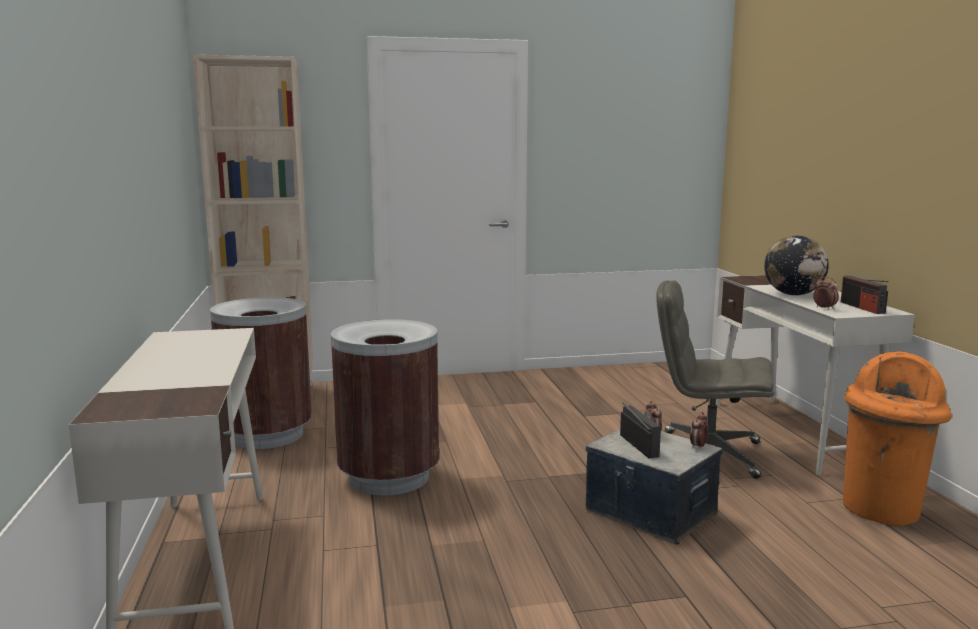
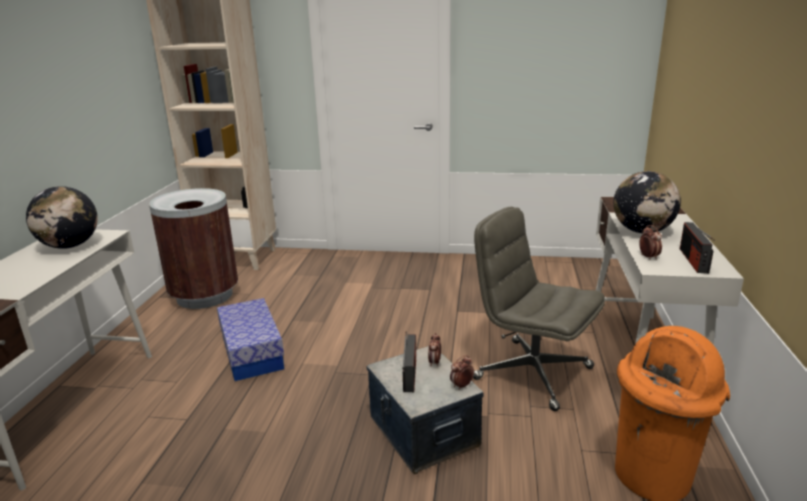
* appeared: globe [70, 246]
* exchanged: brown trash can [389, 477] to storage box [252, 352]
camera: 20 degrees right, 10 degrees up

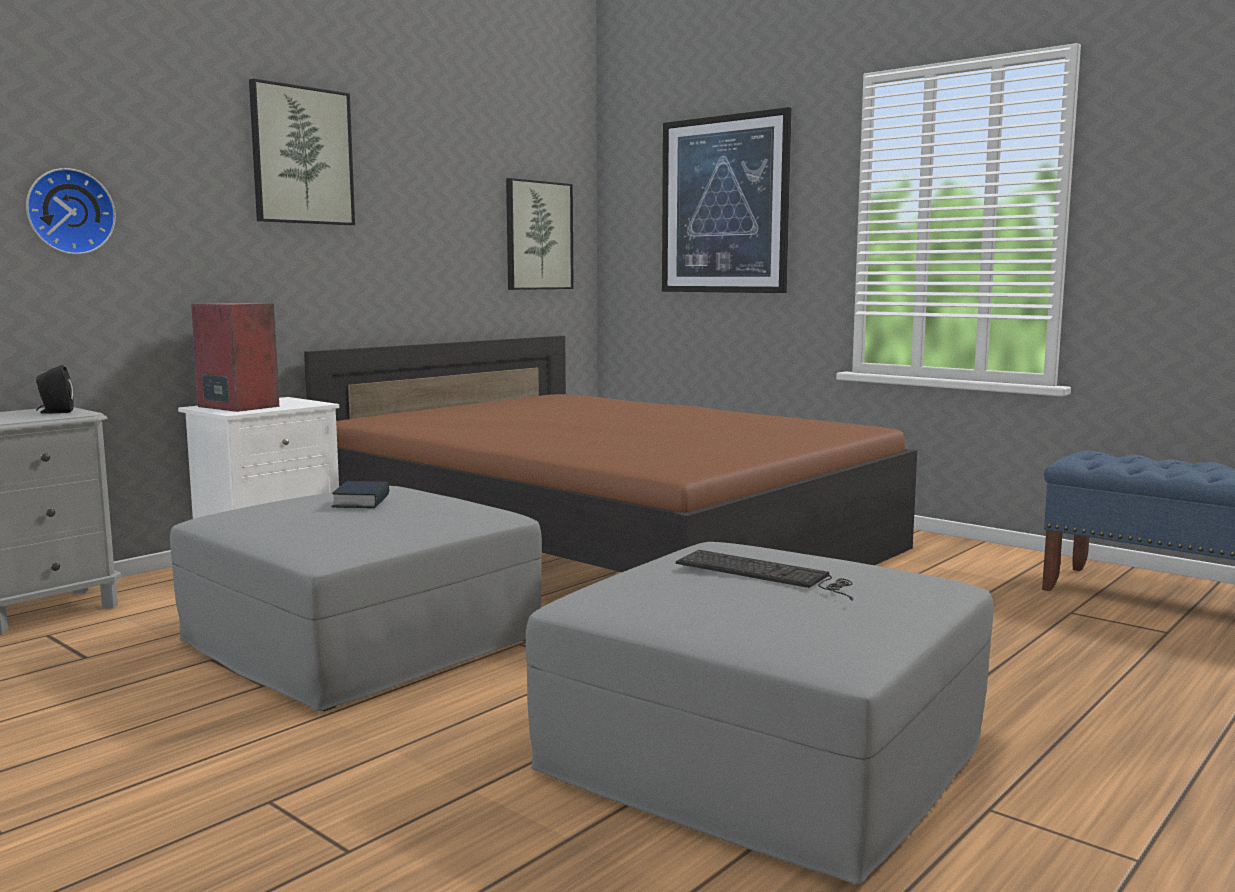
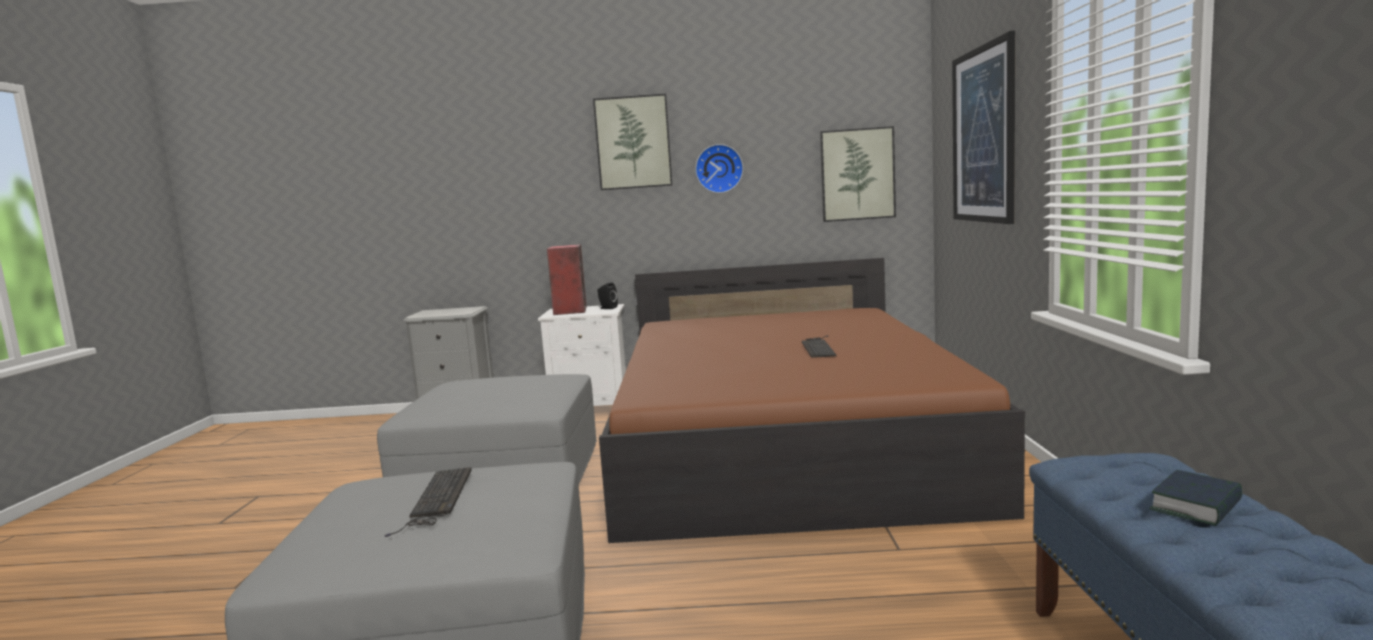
* relocated: black speaker [55, 412] to [607, 308]
* relocated: wall clock [69, 212] to [719, 168]
* appeared: keyboard [818, 347]
* relocated: book [361, 502] to [1196, 506]
camera: 50 degrees right, 0 degrees up

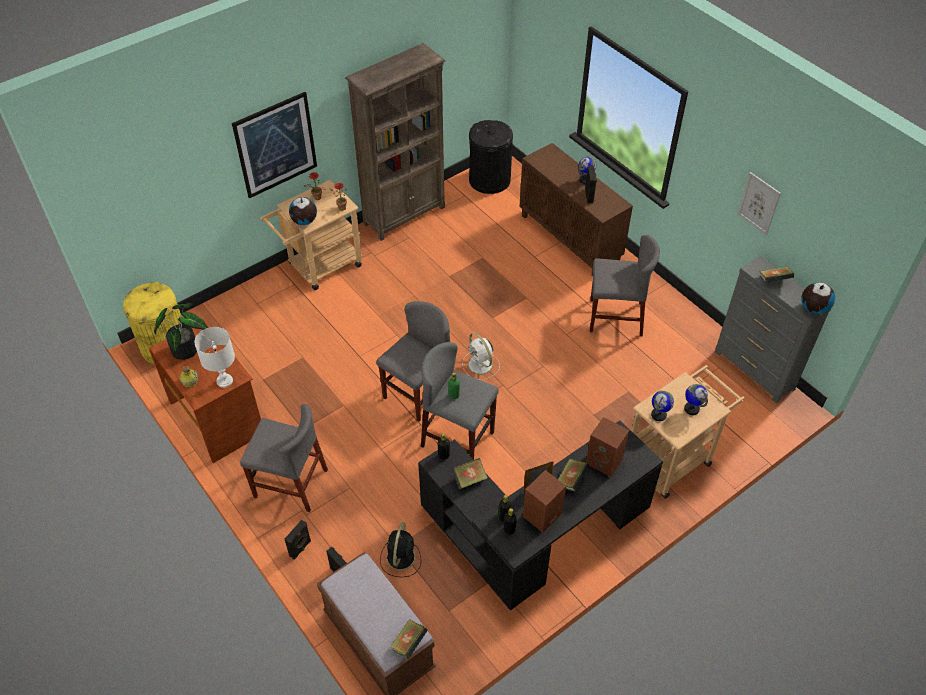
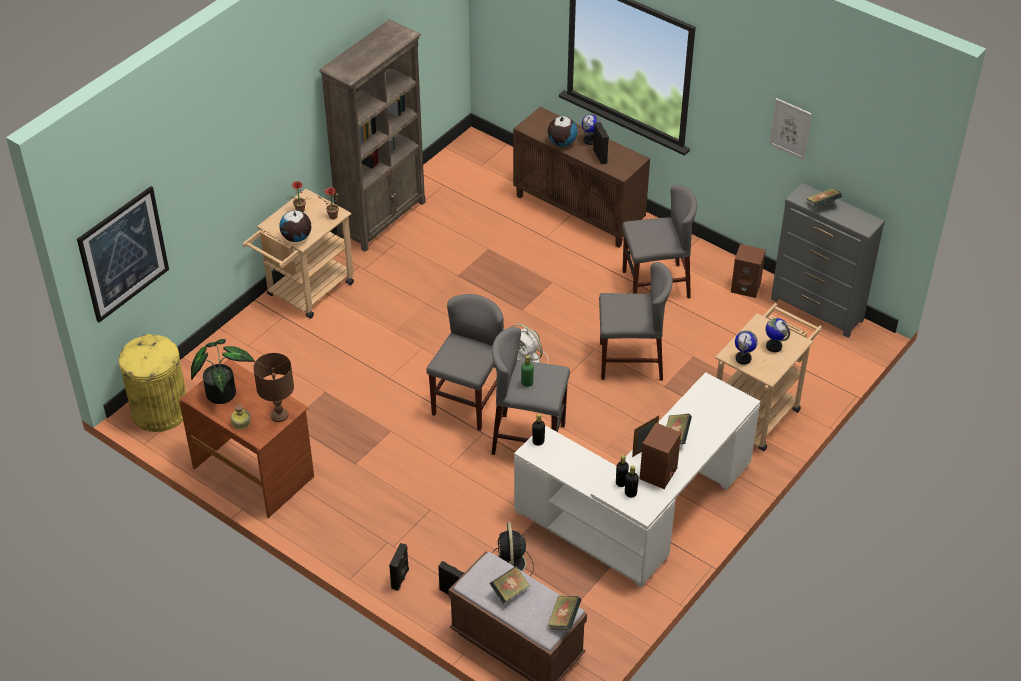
* relocated: picture [275, 145] to [123, 254]
* colour: white table lamp [224, 381] to brown table lamp [279, 415]
* relocated: book [469, 479] to [509, 591]
* colour: black desk [535, 534] to white desk [642, 513]
* relocated: globe [813, 308] to [561, 143]
* relocated: grey chair [290, 483] to [630, 361]
* relocated: brown speaker [605, 461] to [746, 287]
* missing: black trash can [489, 180]
camera: 15 degrees left, 5 degrees down

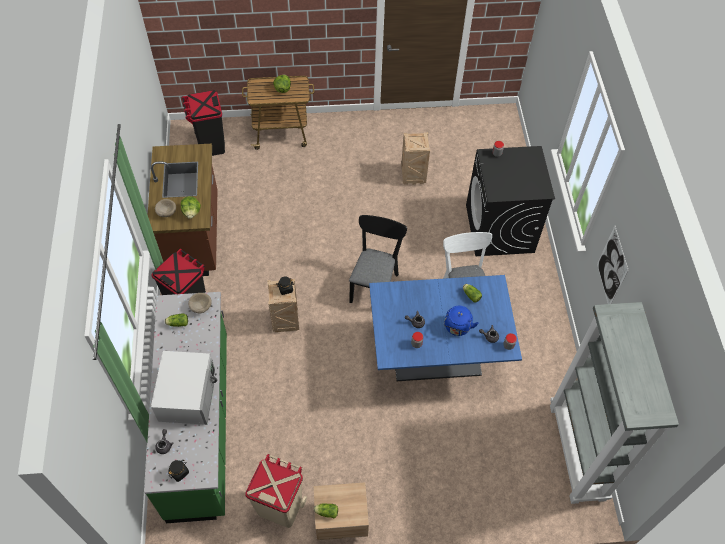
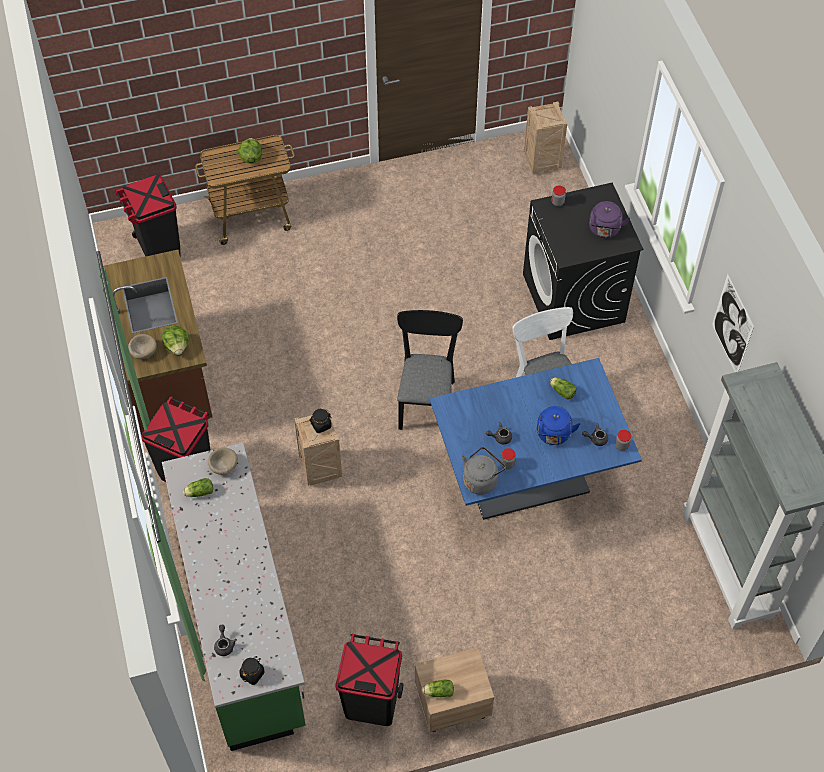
* colour: beige trash can [280, 507] to black trash can [371, 703]
* appeared: grey kettle [481, 479]
* relocated: crate [413, 176] to [542, 162]
* appeared: purple kettle [604, 230]
* missing: white microwave [187, 394]
camera: 10 degrees left, 0 degrees up

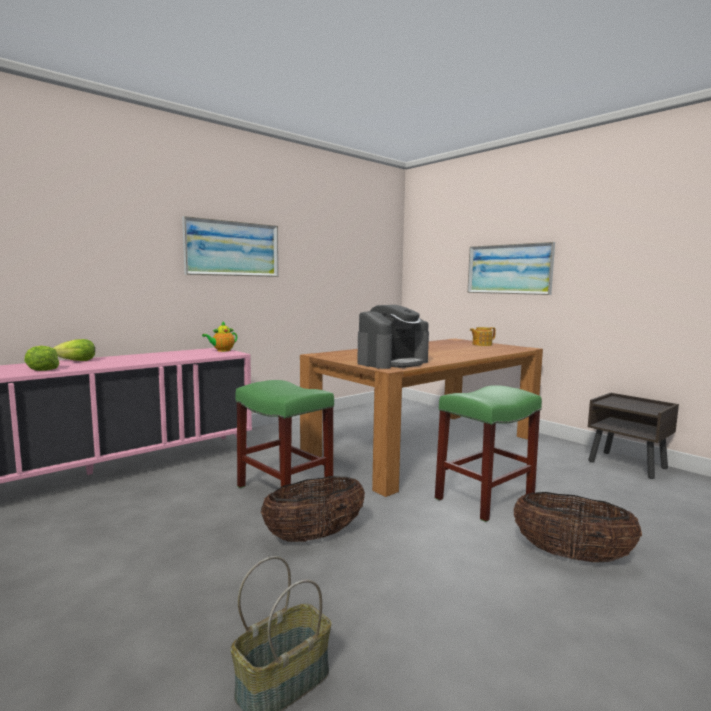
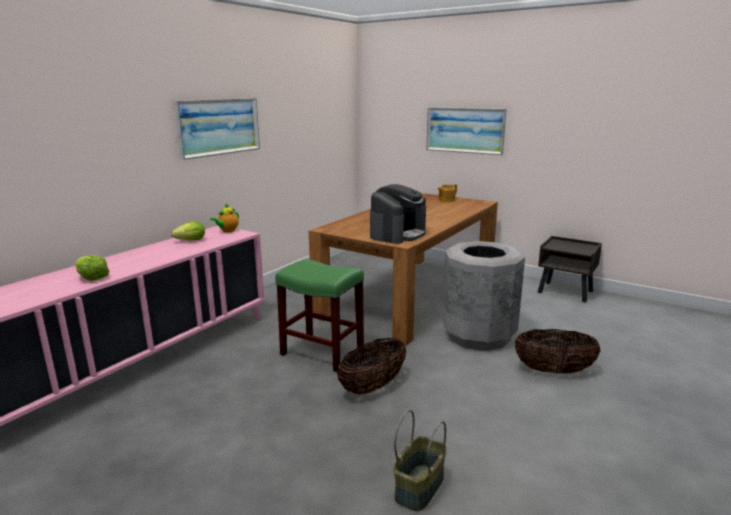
* relocated: lettuce [77, 361] to [191, 240]
* exchanged: green stool [484, 498] to grey trash can [478, 336]
camera: 15 degrees left, 10 degrees up

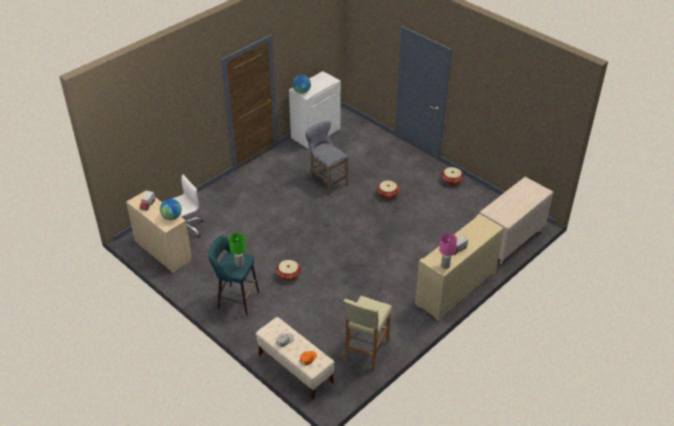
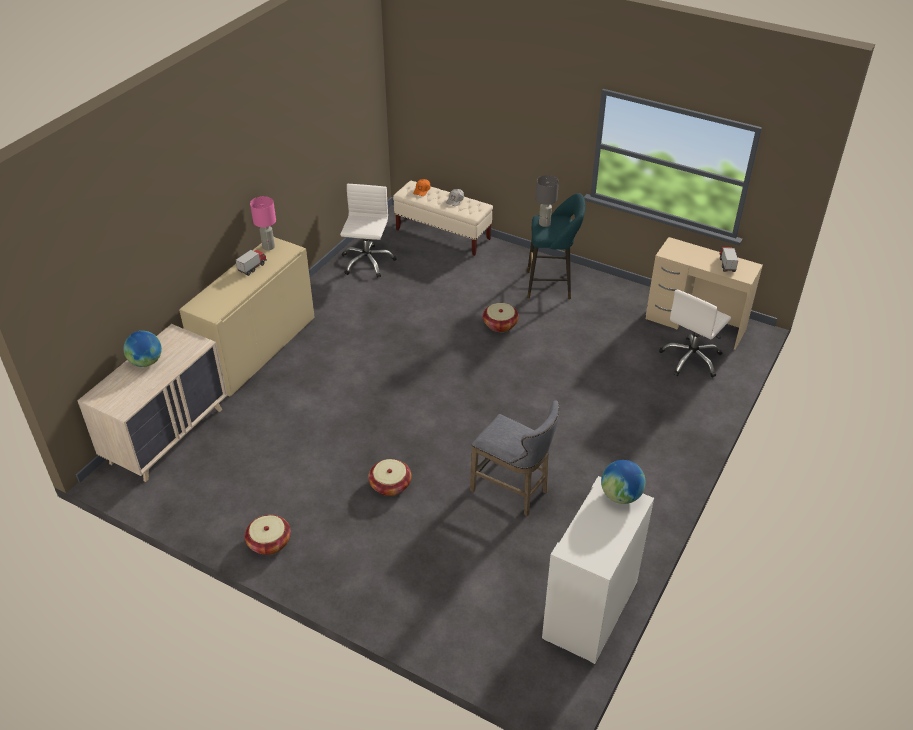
* relocated: globe [172, 217] to [146, 362]
* exchanged: beige stool [366, 351] to white office chair [367, 262]
* colour: green table lamp [239, 264] to grey table lamp [545, 224]
camera: 165 degrees right, 0 degrees up

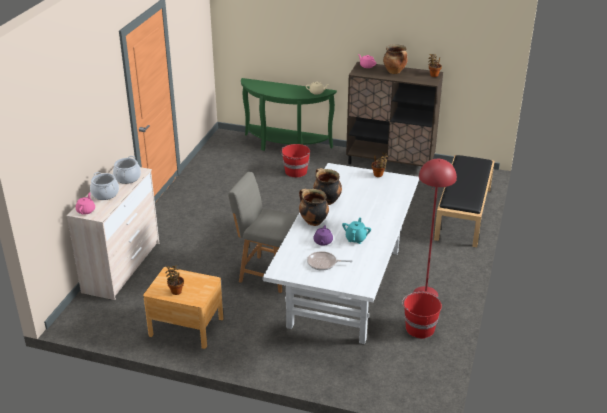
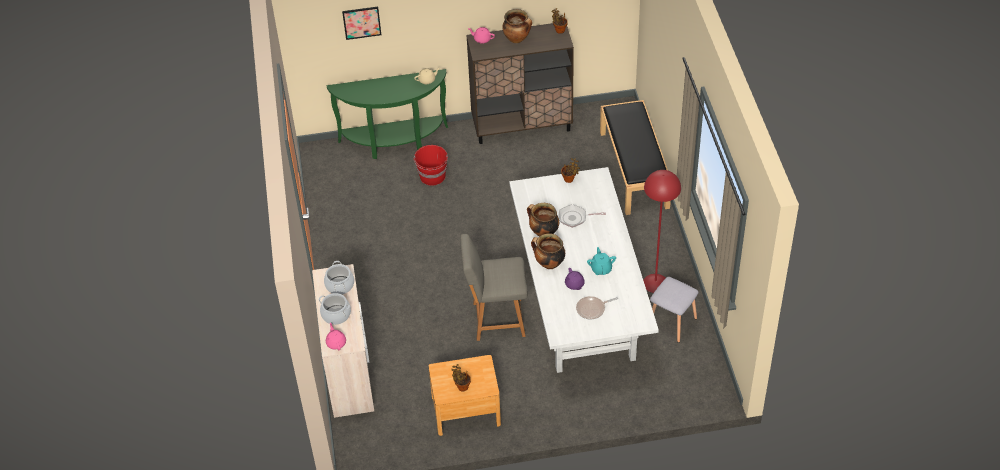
* appeared: picture [361, 22]
* appeared: frying pan [575, 218]
* exchanged: red bucket [419, 328] to grey stool [672, 323]
camera: 25 degrees left, 15 degrees up

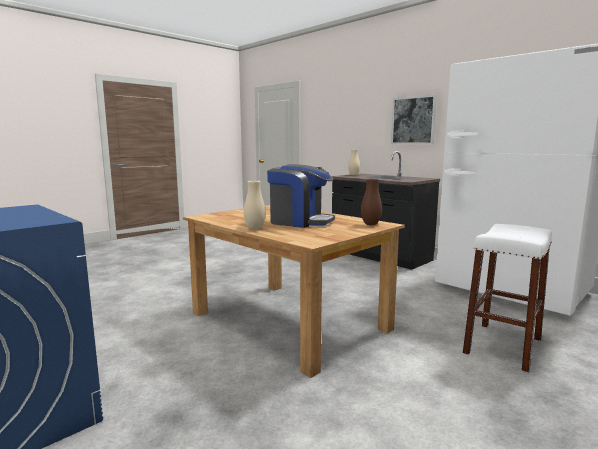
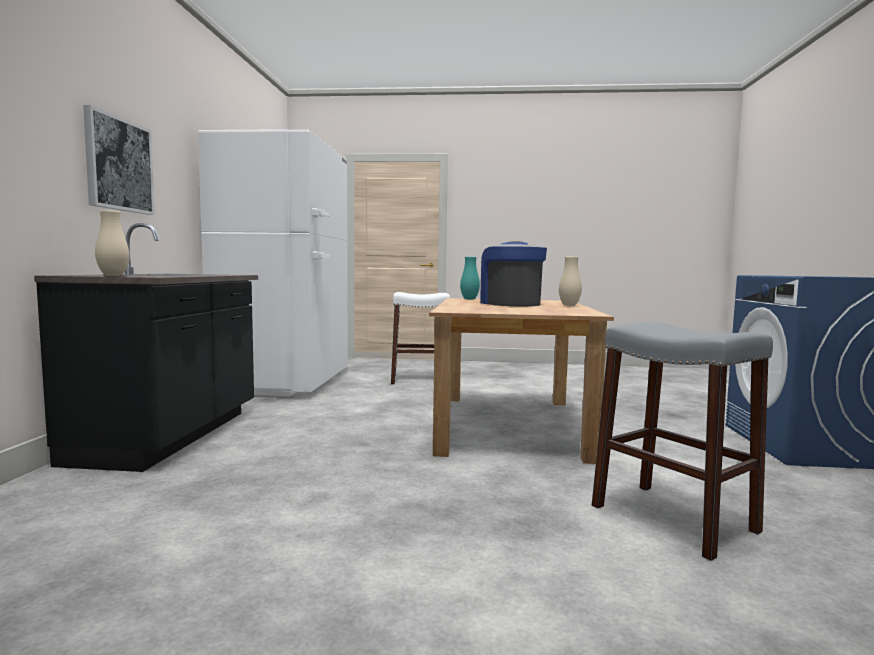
* colour: brown vase [370, 224] to turquoise vase [469, 299]
* appeared: grey stool [673, 518]
camera: 130 degrees left, 5 degrees down

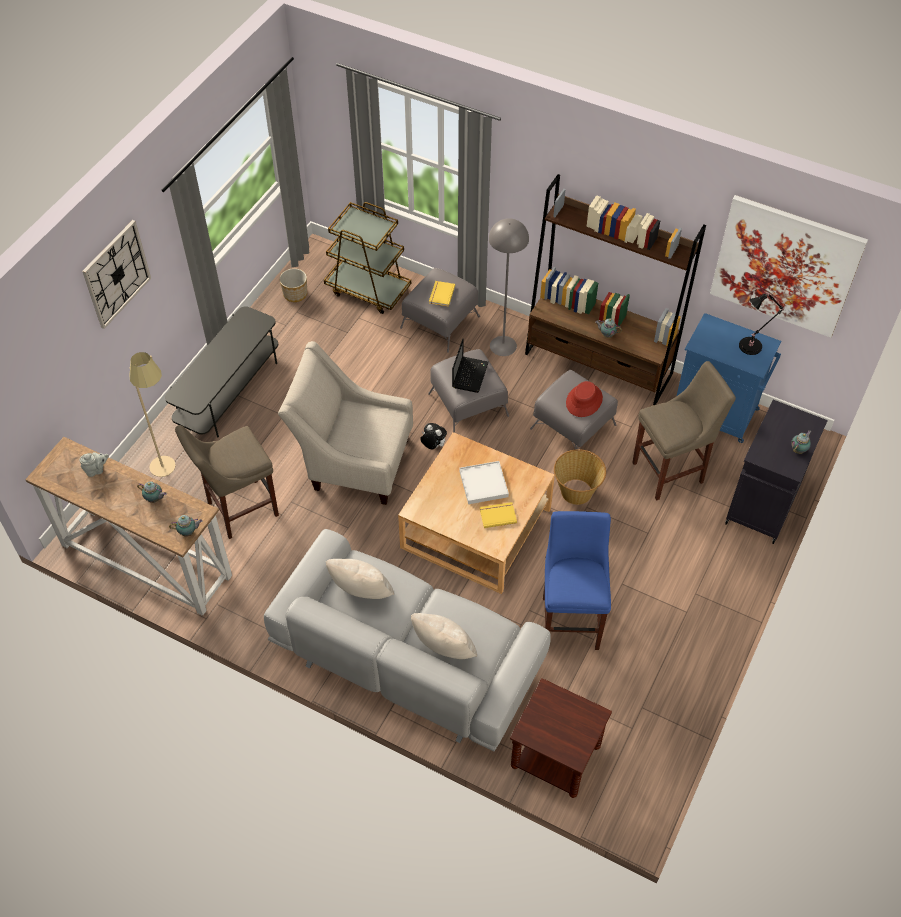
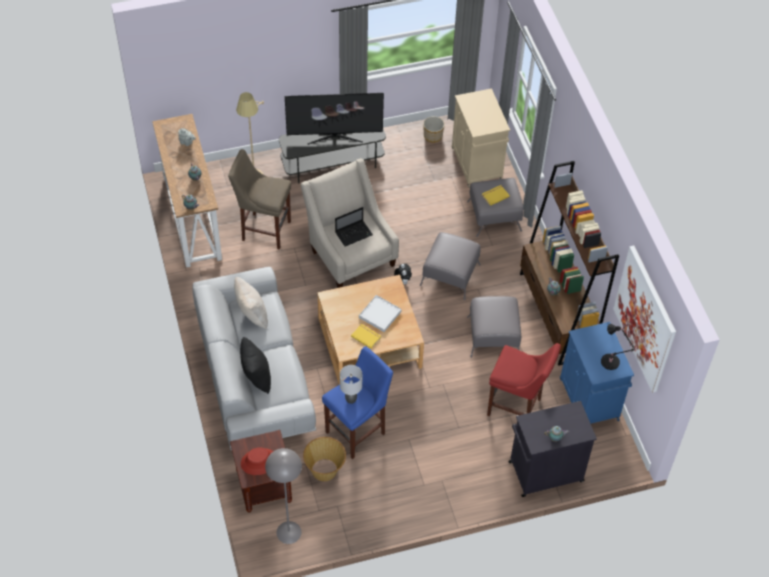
* colour: beige pillow [444, 650] to black pillow [256, 376]
* relocated: red hat [584, 401] to [259, 462]
* relocated: grey floor lamp [503, 345] to [289, 532]
* appeared: television [334, 136]
* relocated: basket [576, 491] to [325, 470]
* relocated: laptop [470, 374] to [354, 233]
* appeared: grey table lamp [351, 399]
* exchanged: brown cart [368, 290] to beige cabinet [477, 165]
* colour: beige stool [671, 472] to red stool [516, 408]
* missing: wall clock [116, 274]
camera: 45 degrees right, 0 degrees up

